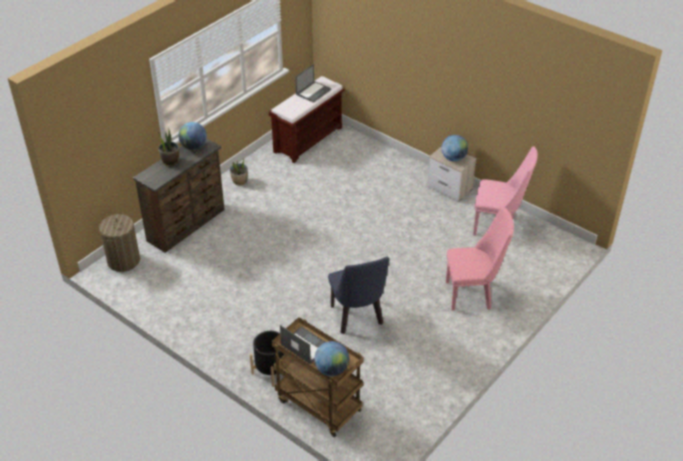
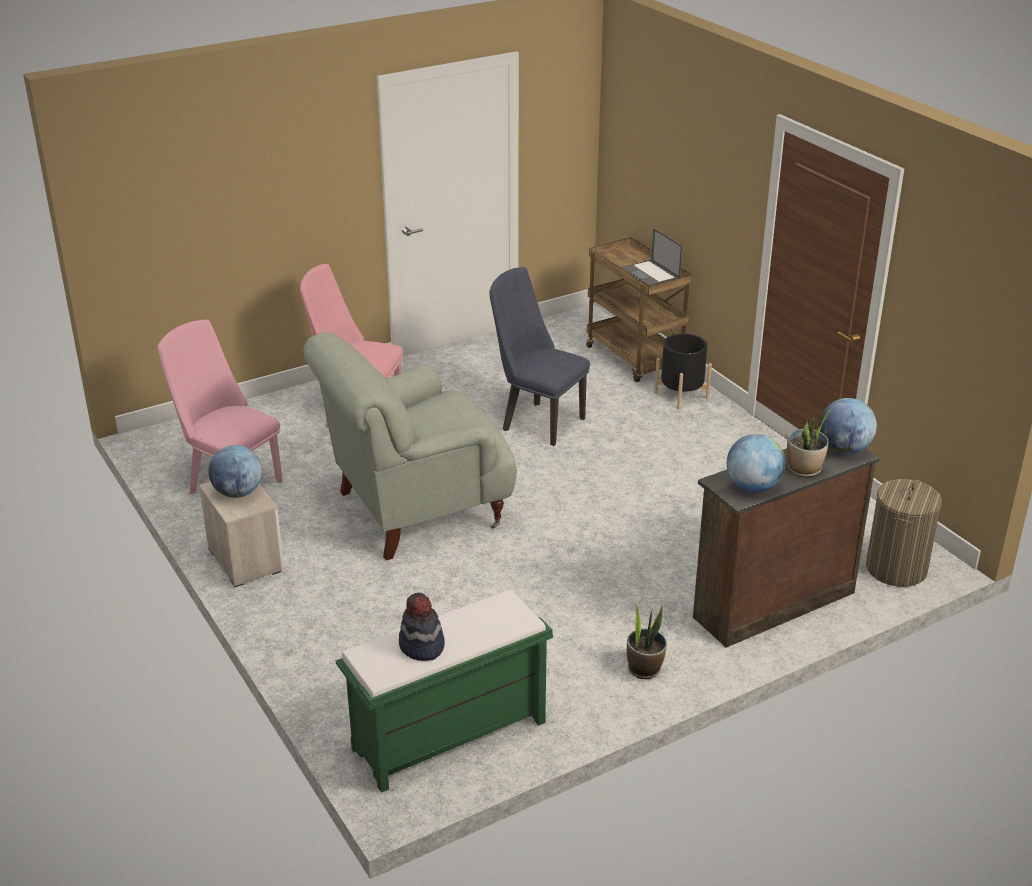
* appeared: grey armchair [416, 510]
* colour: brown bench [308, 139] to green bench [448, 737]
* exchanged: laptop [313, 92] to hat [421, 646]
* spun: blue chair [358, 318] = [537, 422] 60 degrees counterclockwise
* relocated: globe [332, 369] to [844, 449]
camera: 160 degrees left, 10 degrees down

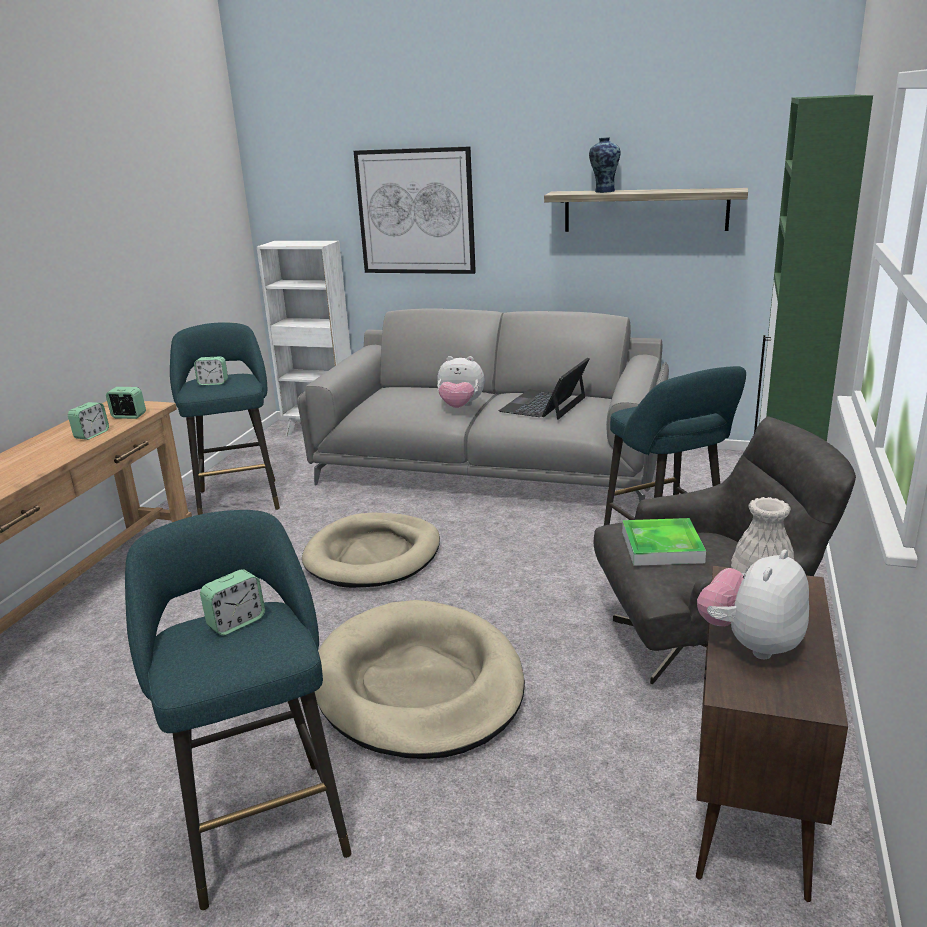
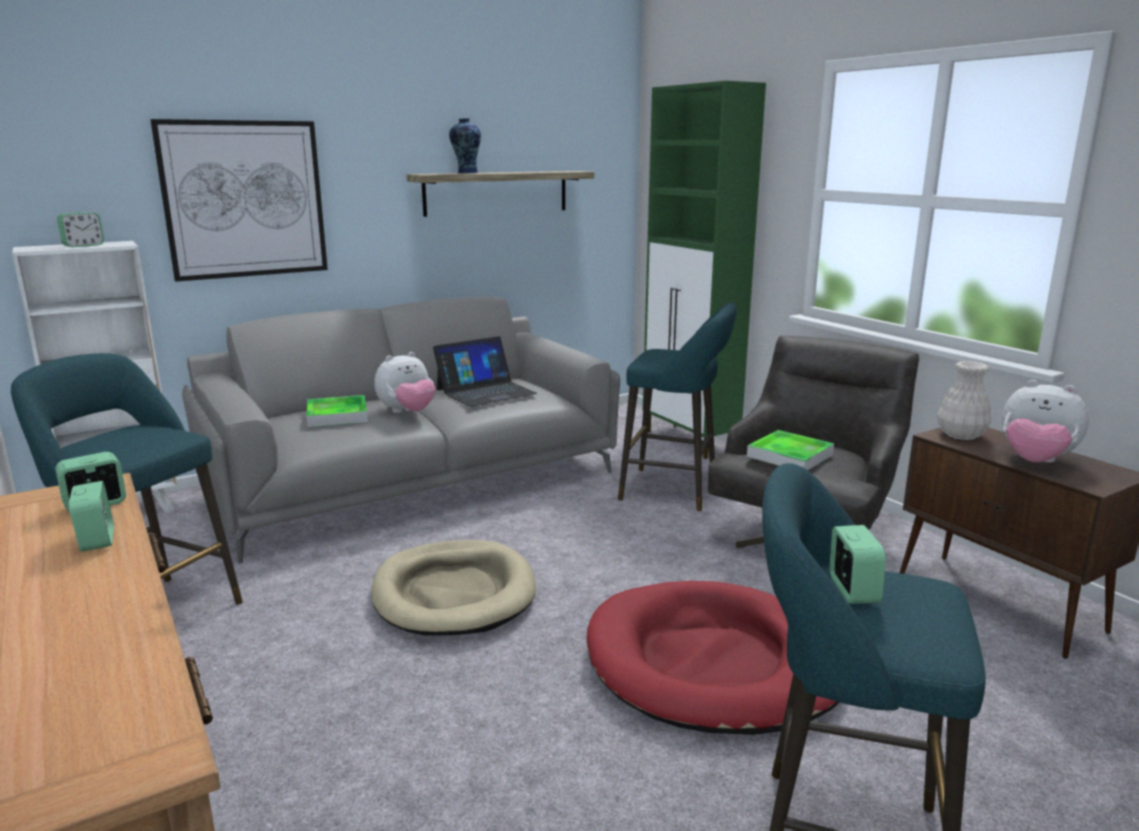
* relocated: alarm clock [213, 383] to [83, 245]
* appeared: tray [337, 415]
* spun: laptop [544, 404] = [485, 391] 105 degrees counterclockwise
* colour: beige dog bed [419, 685] to red dog bed [713, 664]
* spun: plush toy [751, 644] = [1035, 462] 45 degrees counterclockwise
camera: 50 degrees left, 5 degrees down

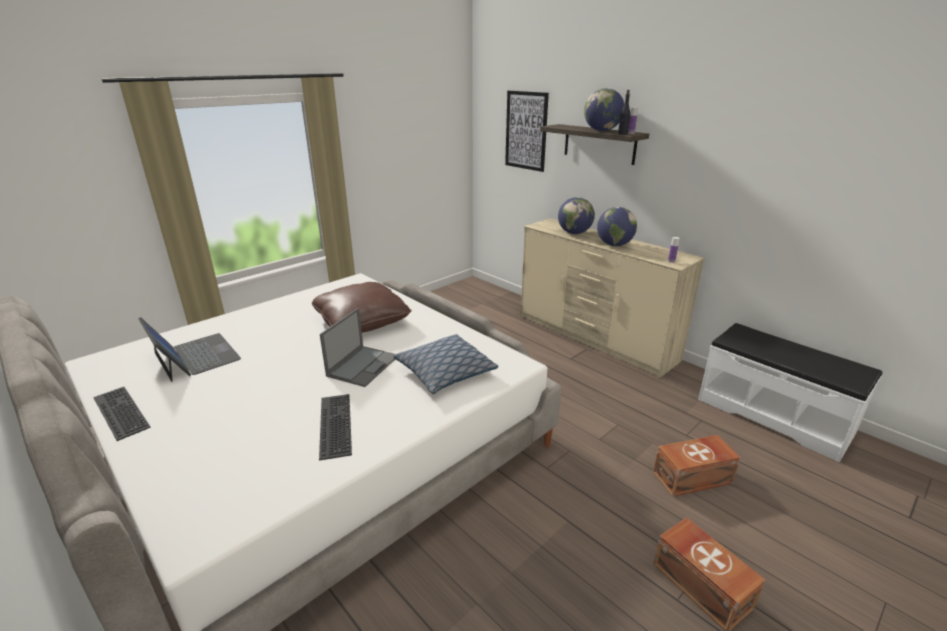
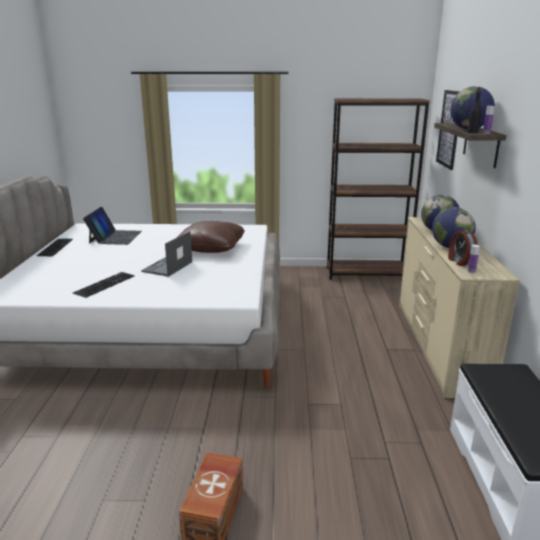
* spun: laptop [363, 365] = [167, 267] 135 degrees clockwise
* appeared: brown bookcase [367, 273]
* appeared: alarm clock [460, 261]
* missing: pillow [445, 372]
* missing: brown storage box [693, 478]
camera: 45 degrees right, 5 degrees down

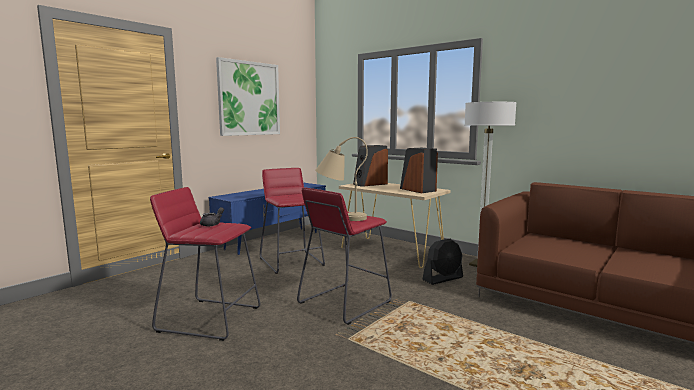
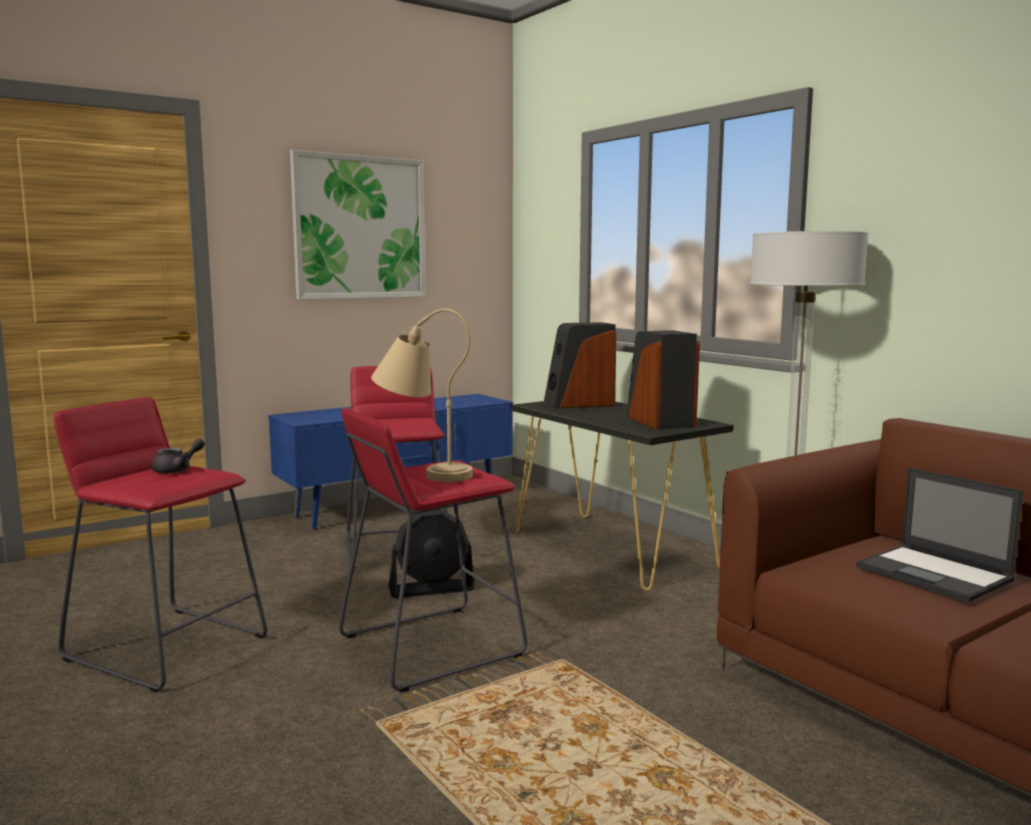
* relocated: black fan [443, 278] to [431, 589]
* colour: beige console table [392, 252] to black console table [612, 549]
* appeared: laptop [935, 574]
camera: 15 degrees right, 0 degrees up

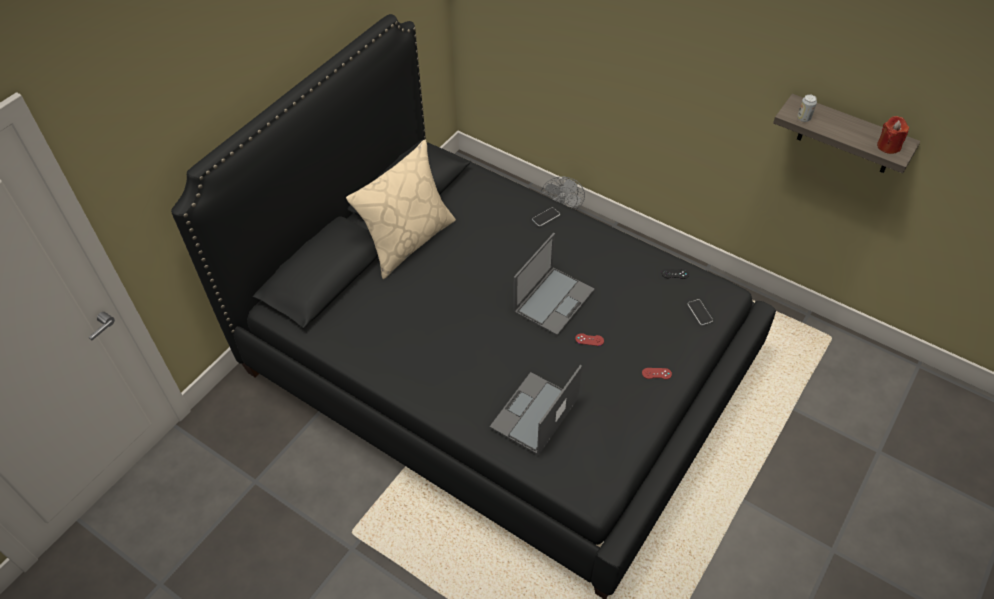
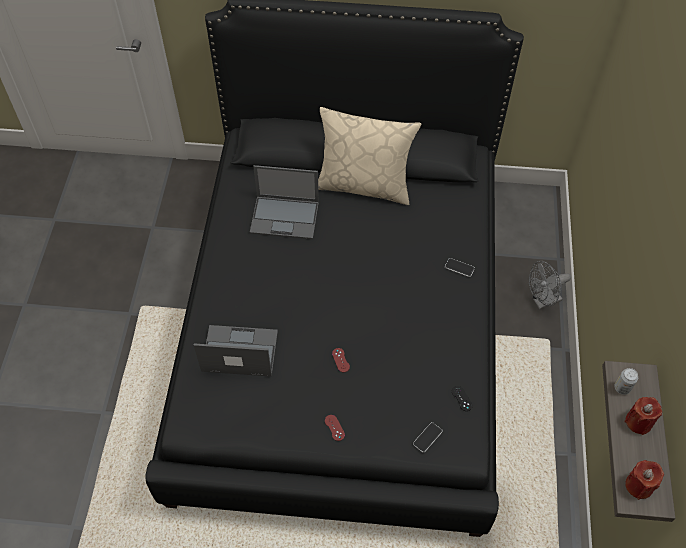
* relocated: laptop [554, 300] to [285, 217]
* appeared: red candle [638, 422]
camera: 60 degrees right, 5 degrees up

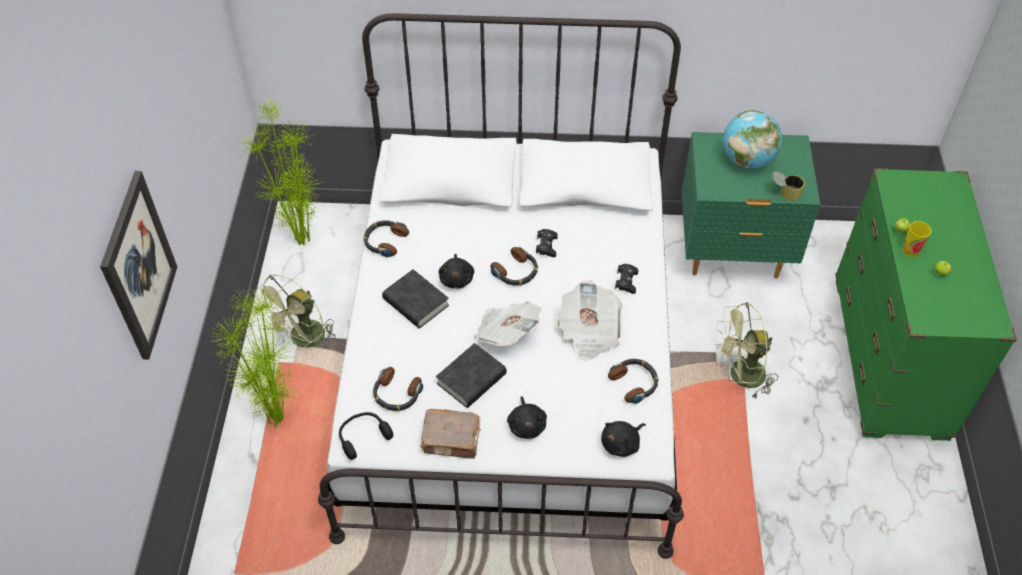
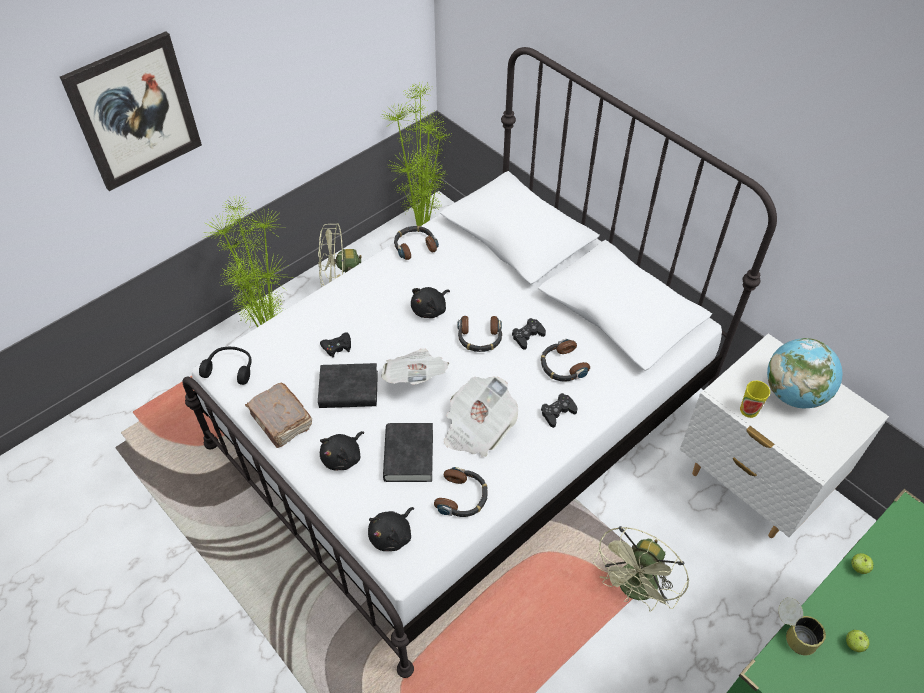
* appeared: black game controller [337, 347]
* spun: black plush toy [622, 444] = [392, 535] 60 degrees counterclockwise
* relocated: black book [416, 302] to [408, 455]
* relocated: headphones [396, 394] to [562, 366]
* spun: green fan [740, 376] = [635, 590] 90 degrees counterclockwise
* colour: green nightstand [733, 254] to white nightstand [751, 485]
* relocated: cup [911, 250] to [749, 410]
* relocated: can [784, 193] to [793, 632]
camera: 45 degrees right, 0 degrees up

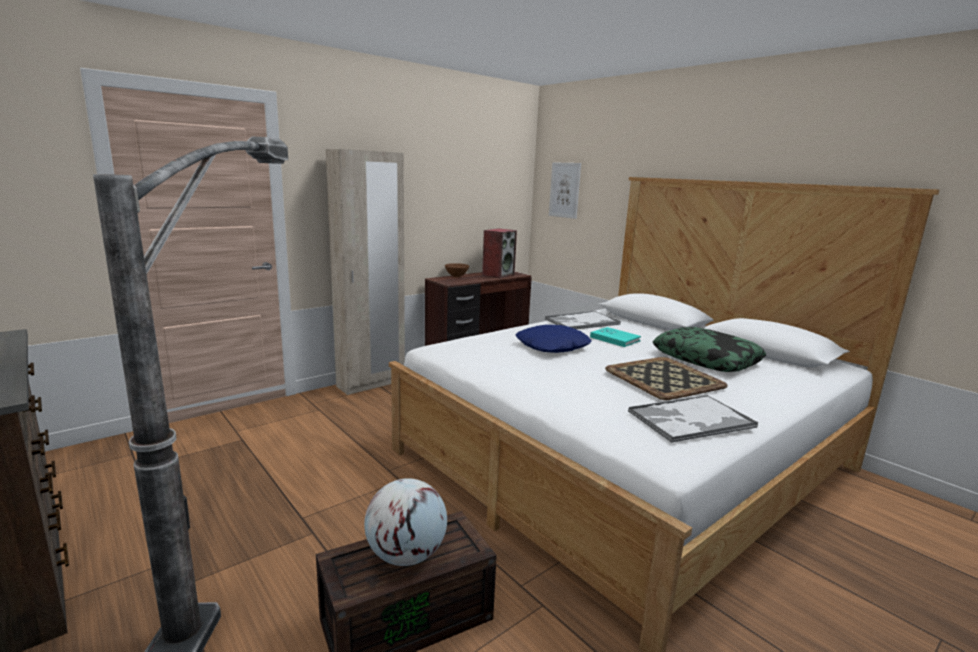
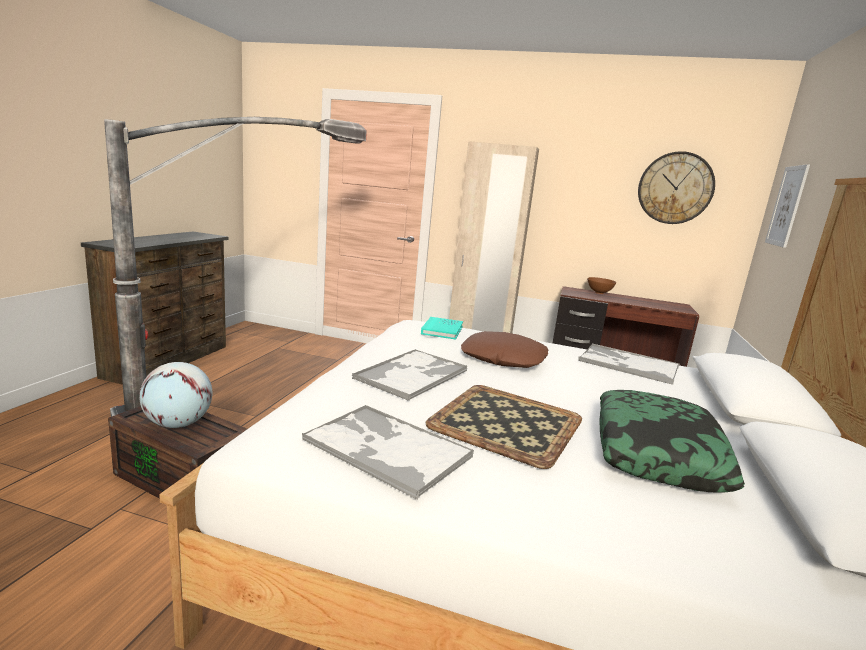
* appeared: tray [412, 374]
* relocated: turquoise book [615, 339] to [442, 330]
* colour: blue pillow [552, 346] to brown pillow [503, 359]
* appeared: wall clock [675, 188]
* missing: speaker [498, 274]
camera: 55 degrees right, 0 degrees up

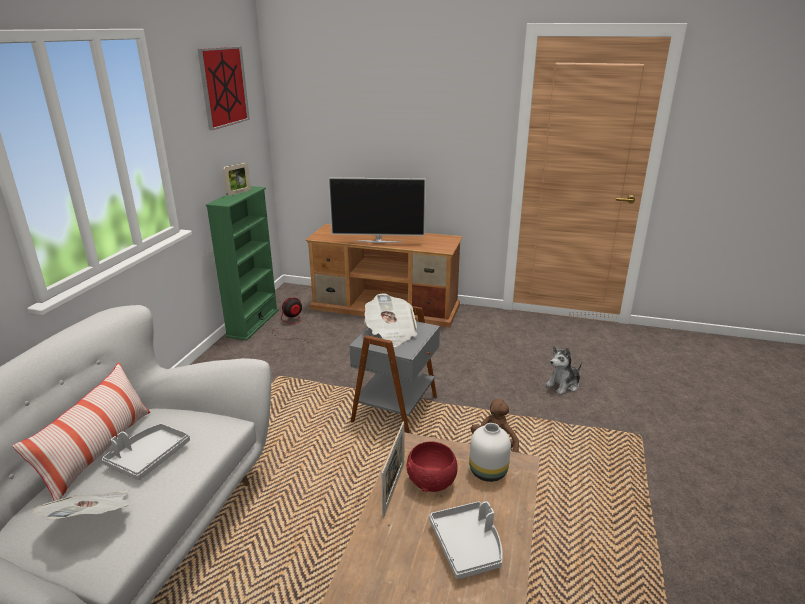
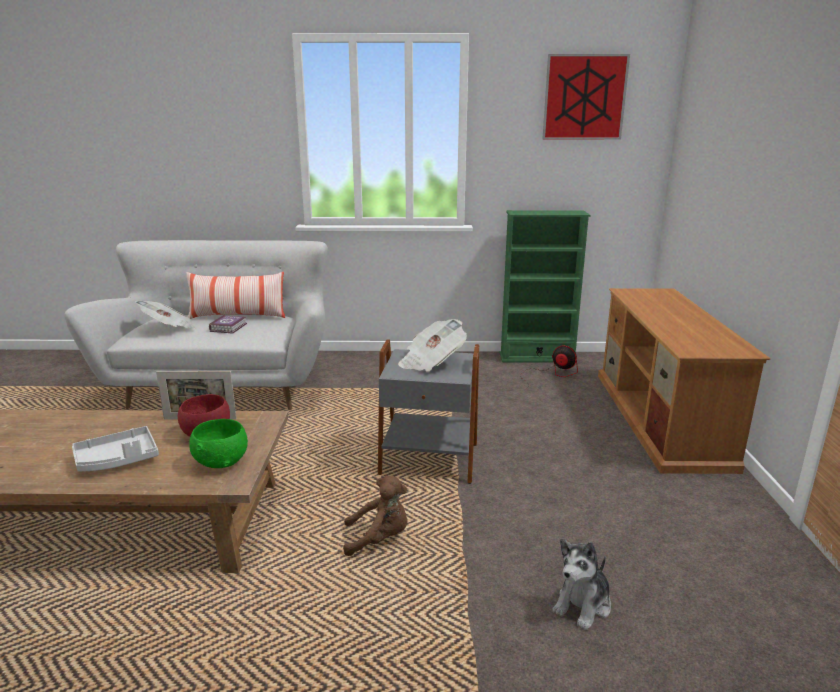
* exchanged: white vase [487, 471] to green bowl [222, 462]
* exchanged: grey tray [148, 457] to book [229, 327]
* spun: plush toy [563, 385] = [583, 605] 90 degrees counterclockwise
* missing: picture frame [239, 192]
* missing: television [378, 241]
camera: 75 degrees right, 5 degrees down

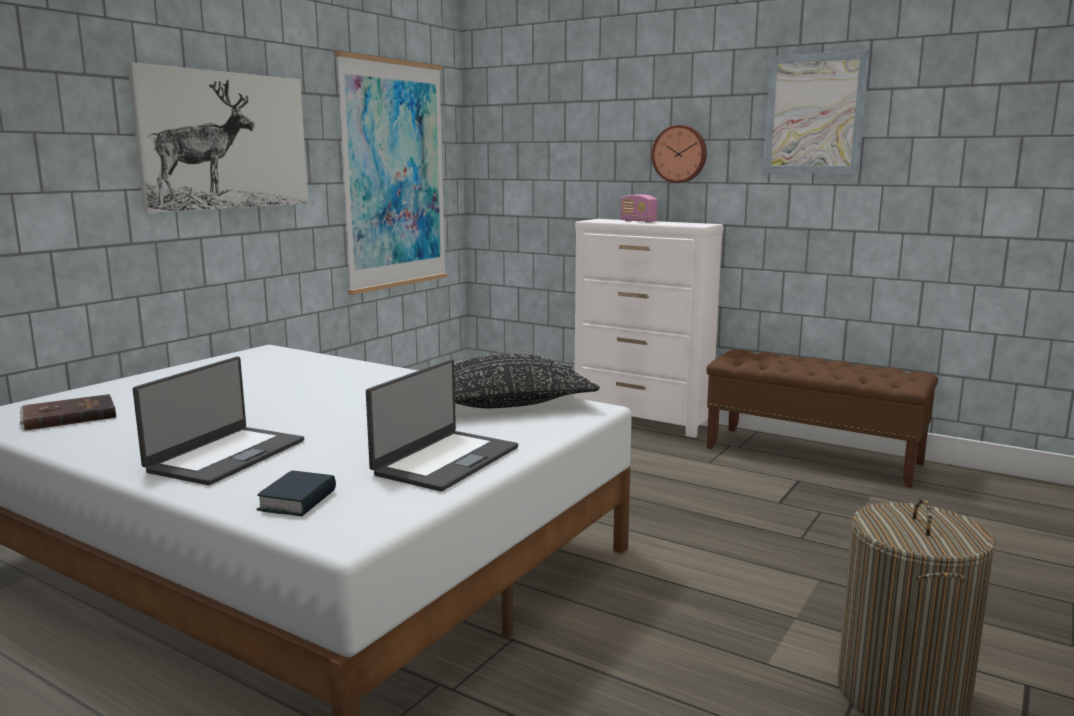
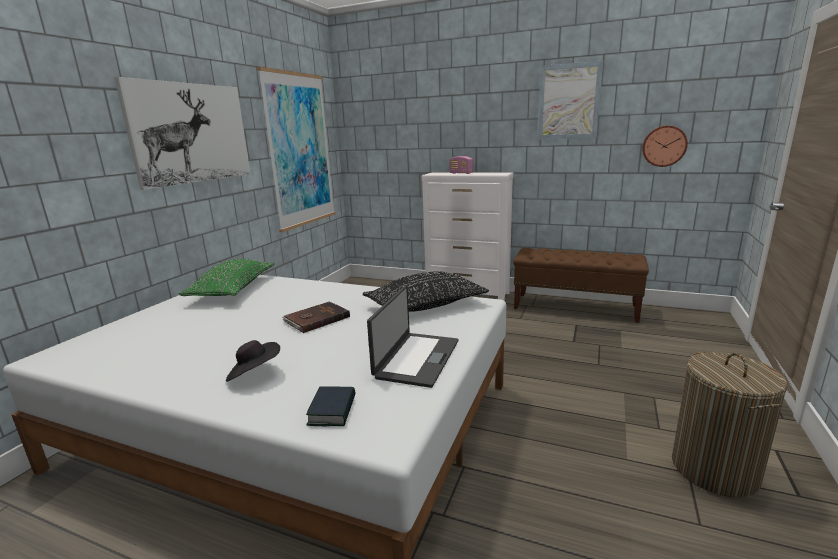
* appeared: green pillow [233, 289]
* exchanged: laptop [225, 456] to black hat [254, 374]
* relocated: brown book [68, 416] to [316, 319]
* relocated: wall clock [680, 154] to [664, 146]
camera: 10 degrees left, 5 degrees up

